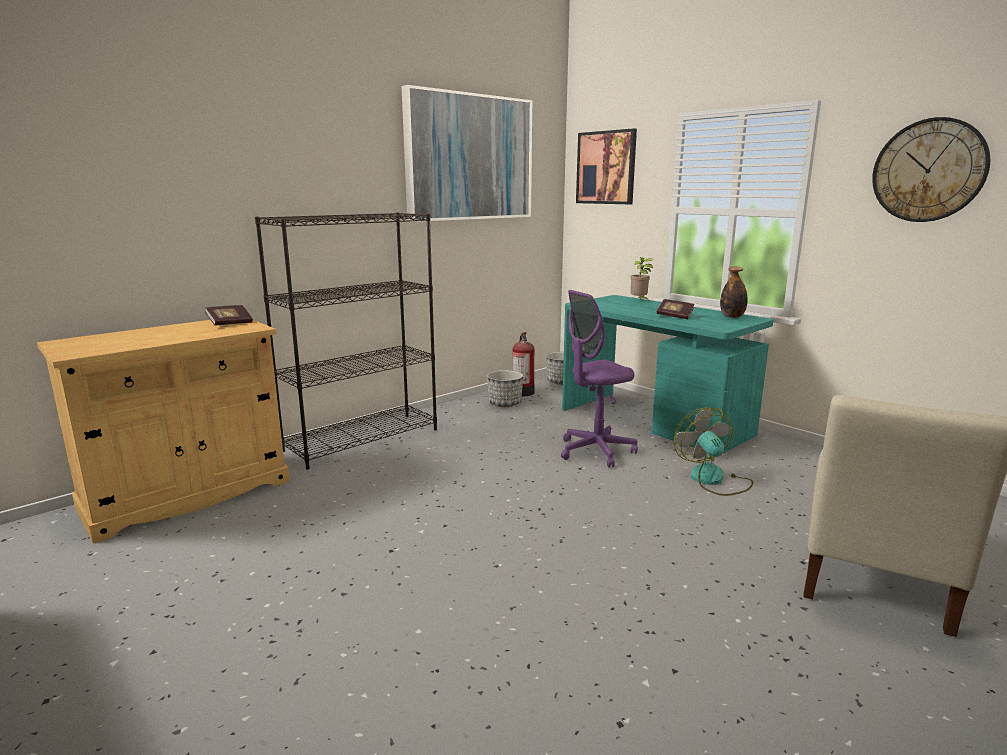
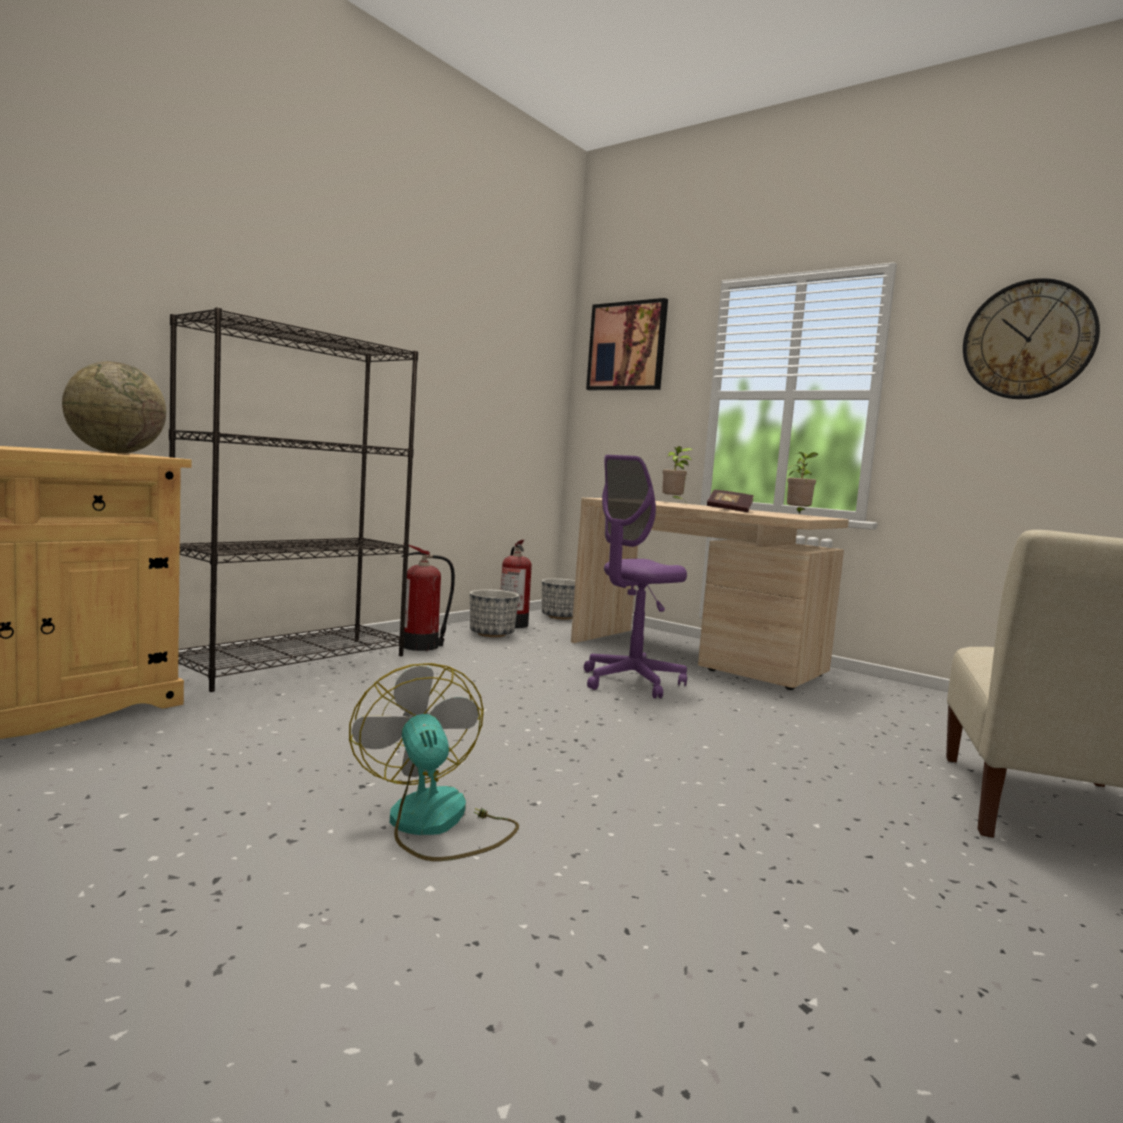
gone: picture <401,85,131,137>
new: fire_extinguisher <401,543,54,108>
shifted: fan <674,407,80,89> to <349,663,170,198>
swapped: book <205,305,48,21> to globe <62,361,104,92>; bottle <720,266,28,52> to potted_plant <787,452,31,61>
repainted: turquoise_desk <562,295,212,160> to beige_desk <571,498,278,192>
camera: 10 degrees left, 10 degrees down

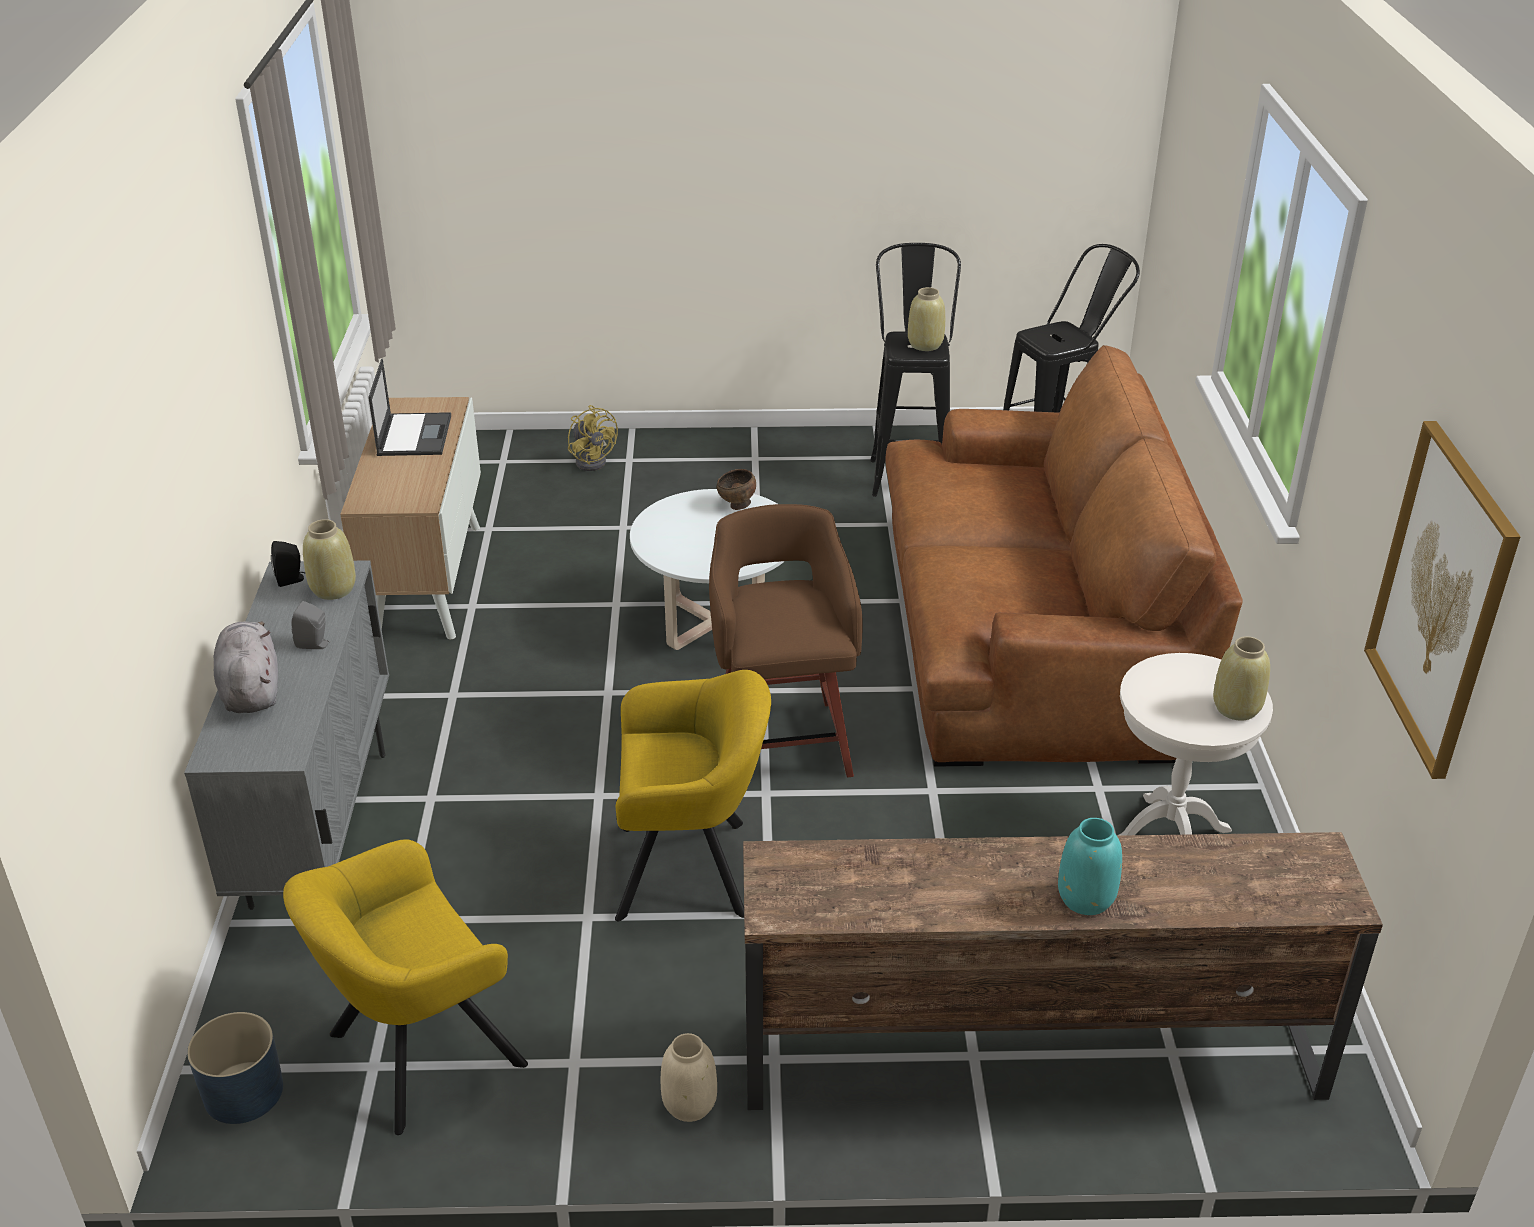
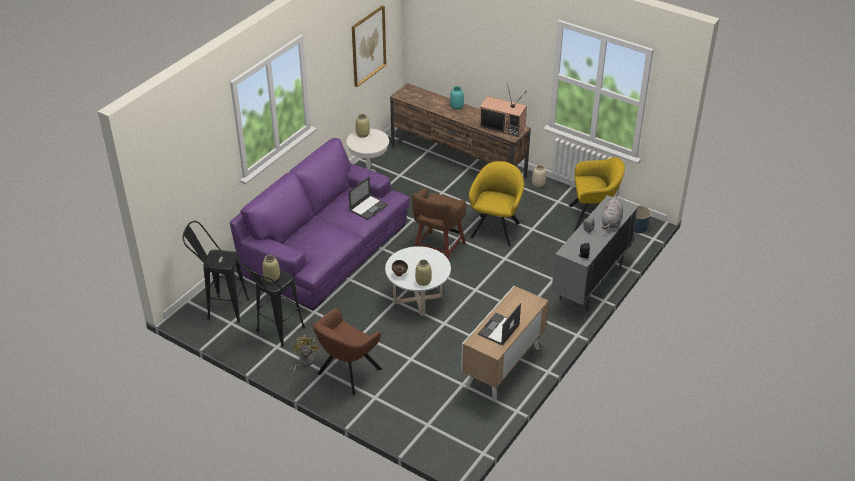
new: brown_armchair <313,309,69,86>; laptop <349,176,39,44>; television <479,84,48,53>
shifted: beige_vase <303,519,53,81> to <415,259,17,27>; yellow_fan <568,405,50,66> to <290,335,29,43>
repainted: brown_sofa <886,345,357,422> to purple_sofa <230,138,180,173>
rotated: yellow_armchair <615,670,156,251> = <469,161,55,86> 75 degrees clockwise
camera: 145 degrees left, 5 degrees up

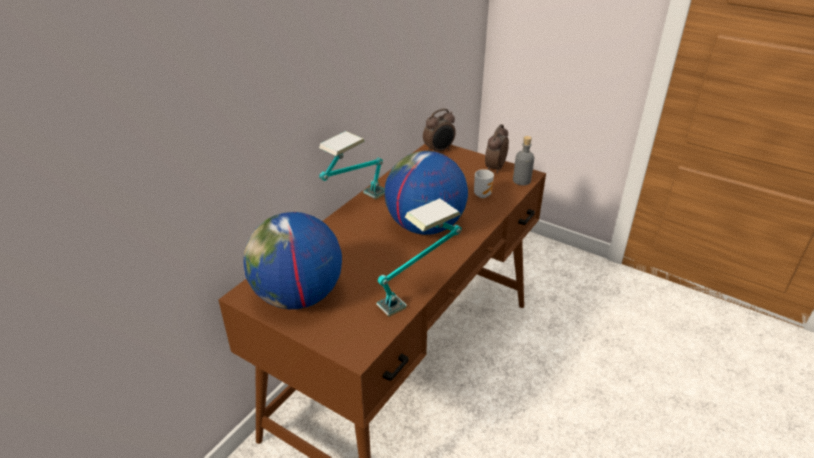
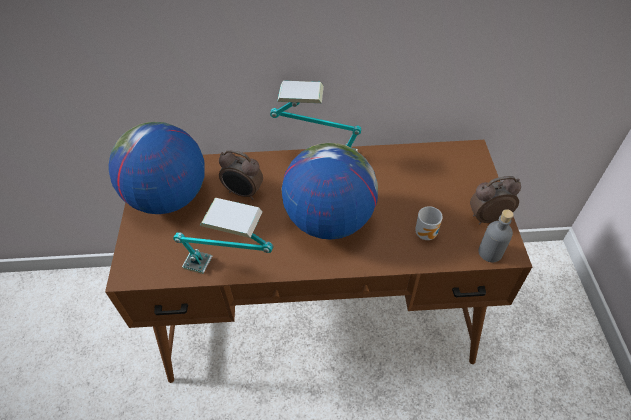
shifted: alarm_clock <423,109,33,43> to <219,150,44,50>
camera: 55 degrees right, 15 degrees up

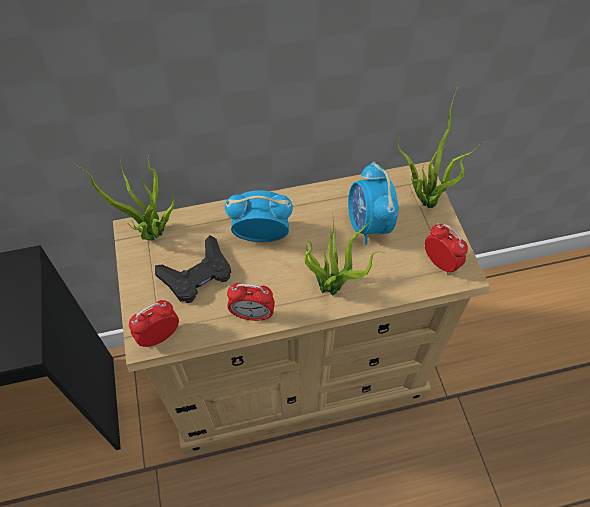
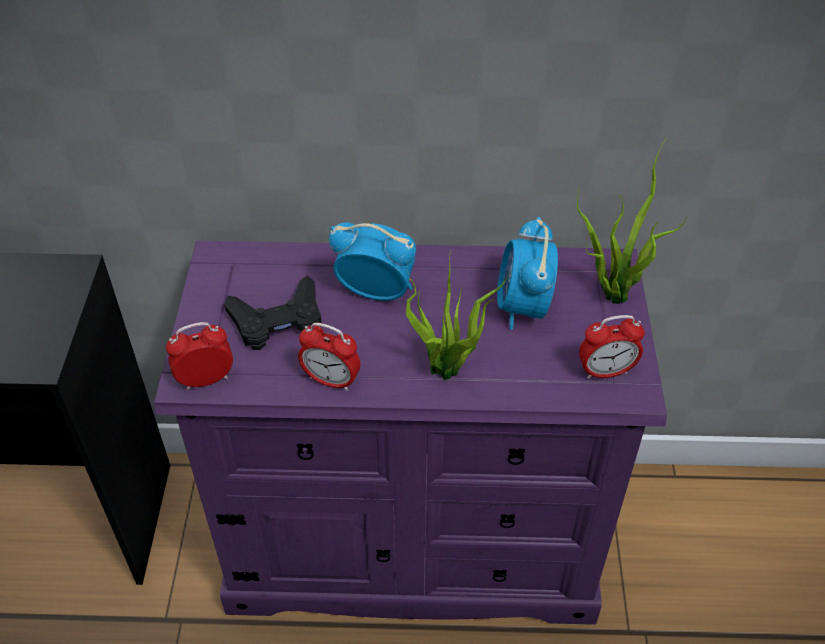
gone: potted_plant <71,156,103,84>
repainted: beige_dresser <113,161,377,294> to purple_dresser <154,240,513,385>
rotated: alarm_clock <425,223,43,52> = <579,315,66,64> 105 degrees clockwise
camera: 15 degrees right, 10 degrees down

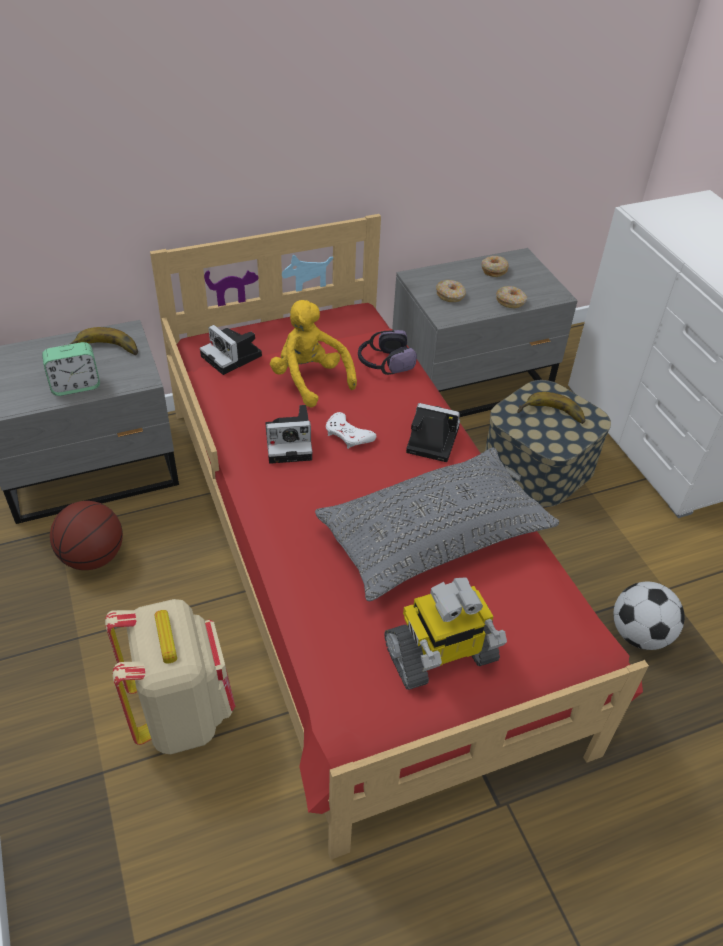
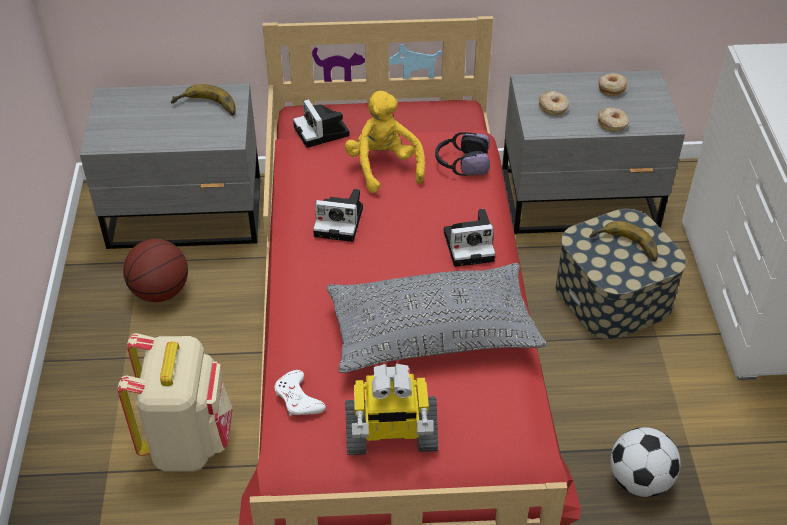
gone: alarm_clock <42,342,58,54>
shifted: white_game_controller <326,412,50,37> to <275,370,51,46>
rotated: photo_camera <406,403,54,59> = <444,209,51,58> 135 degrees clockwise
camera: 20 degrees right, 0 degrees up

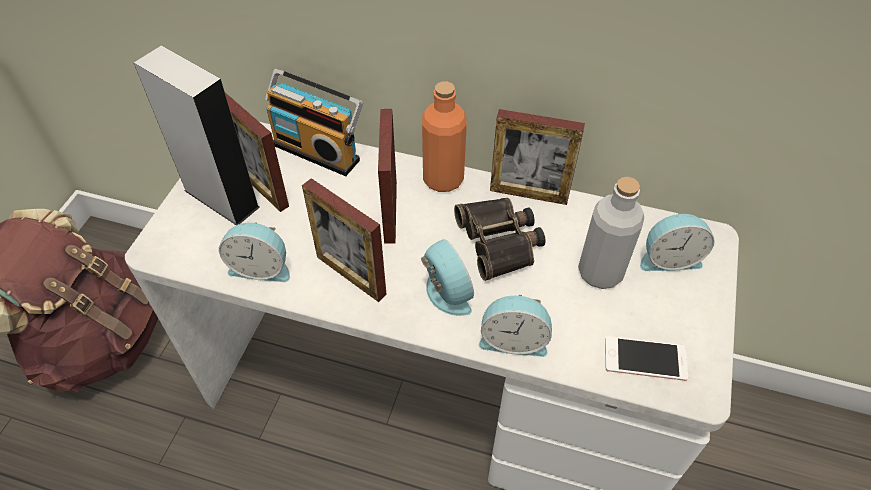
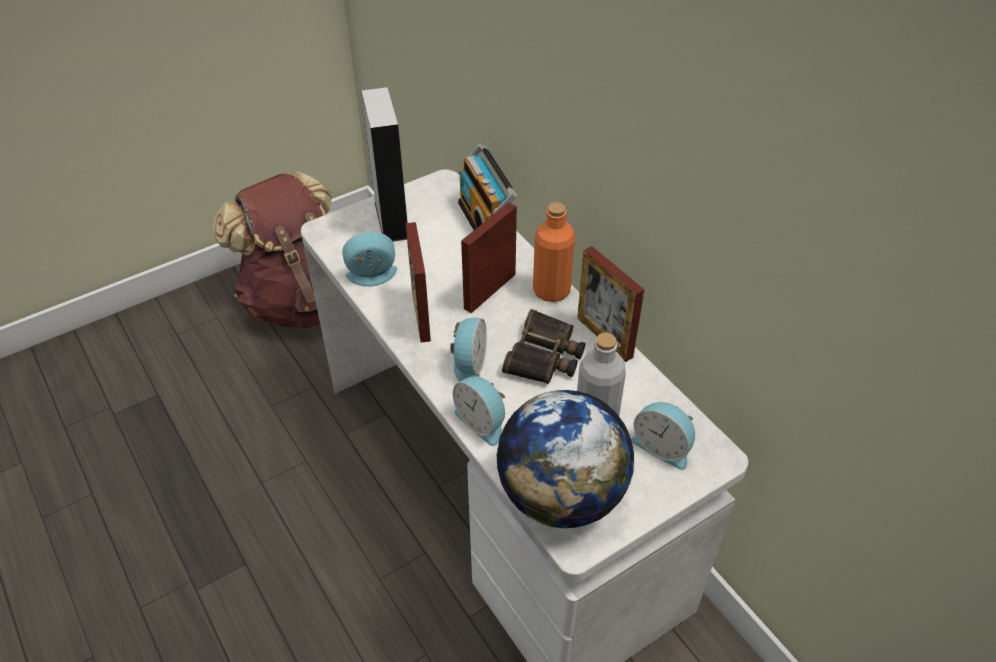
gone: picture_frame <225,93,64,119>
swapped: phone <605,336,83,45> to globe <496,390,139,138>
rotated: alarm_clock <219,222,71,60> = <342,232,55,55> 120 degrees clockwise
camera: 40 degrees right, 5 degrees down

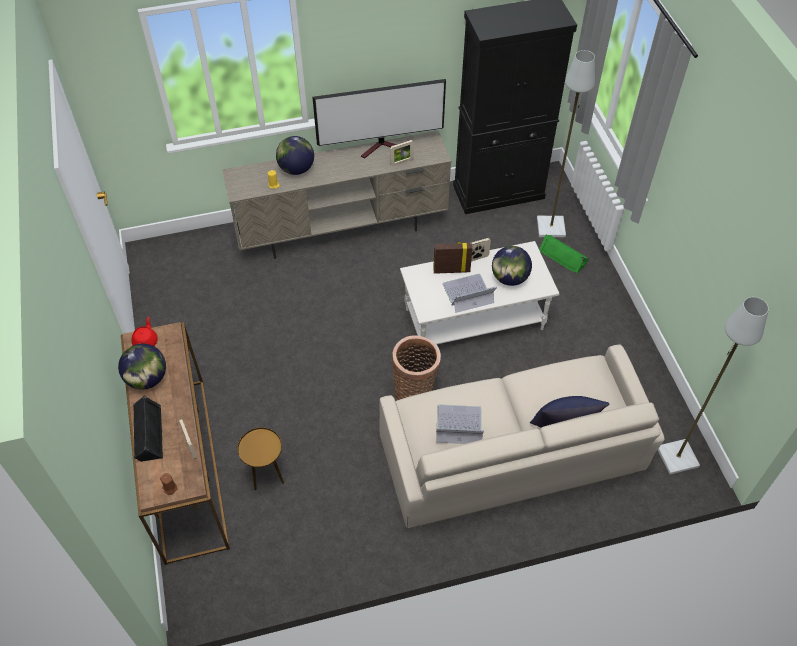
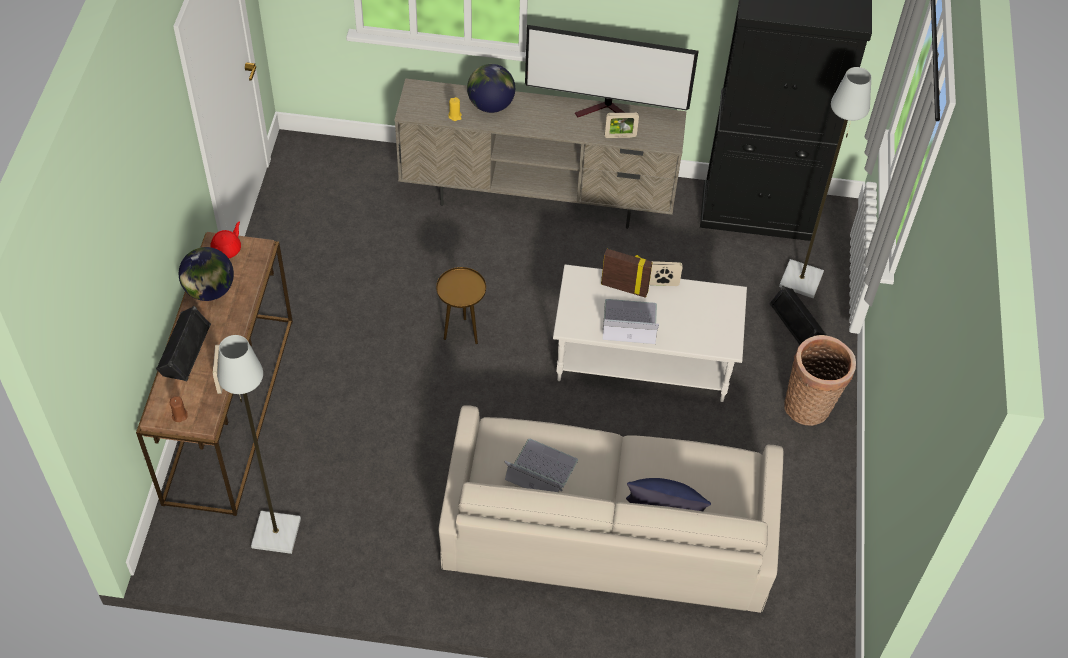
gone: globe <492,246,40,40>
shifted: brown_side_table <237,428,47,62> to <436,267,50,77>; basket <391,335,50,65> to <784,335,72,91>; grey_floor_lamp <658,297,111,177> to <217,335,84,219>
repainted: green_speaker <539,235,50,39> to black_speaker <769,286,57,59>
camera: 20 degrees right, 0 degrees up

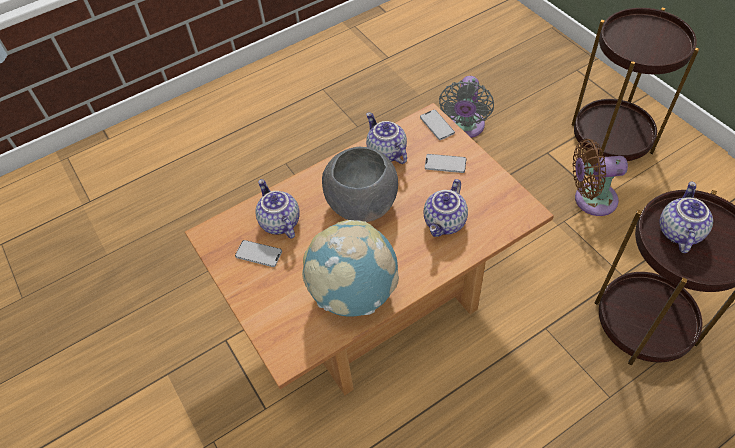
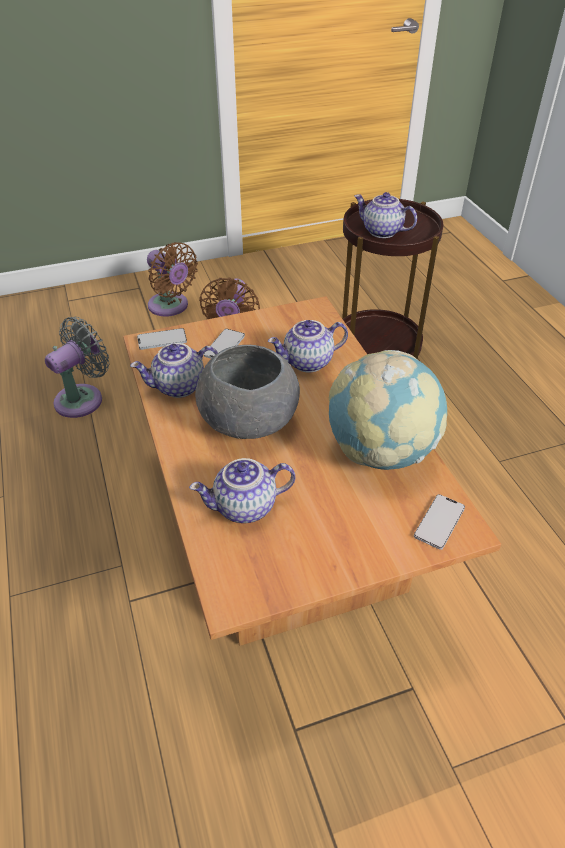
shifted: phone <235,240,47,27> to <414,494,51,56>
swapped: brown_side_table <572,7,127,154> to brown_fan <147,242,51,74>
rotated: teapot <423,179,45,58> = <268,320,80,53> 120 degrees clockwise; grey_fan <439,76,55,62> = <45,317,64,101> 75 degrees counterclockwise
camera: 80 degrees left, 10 degrees down

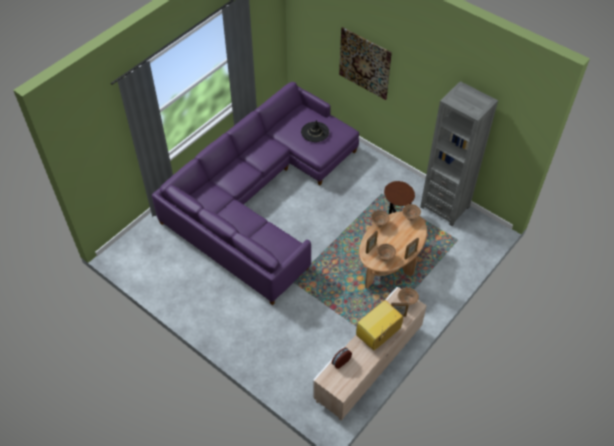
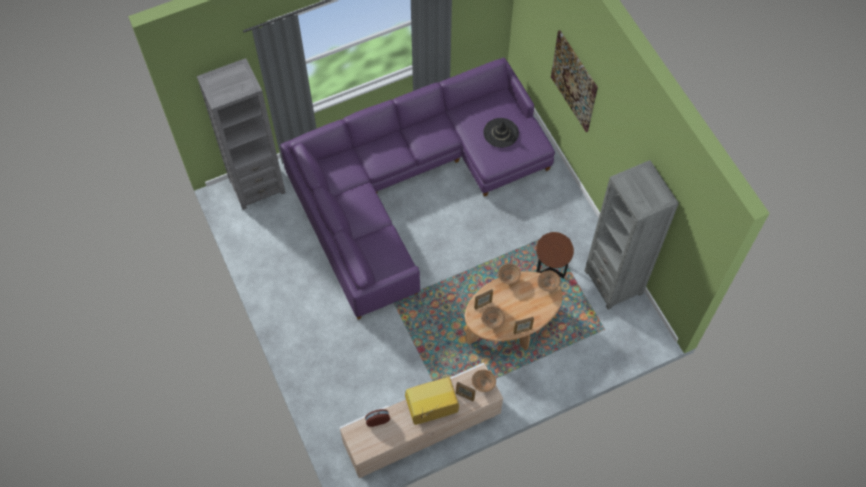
new: grey_bookcase <197,58,89,152>
camera: 25 degrees right, 10 degrees up

